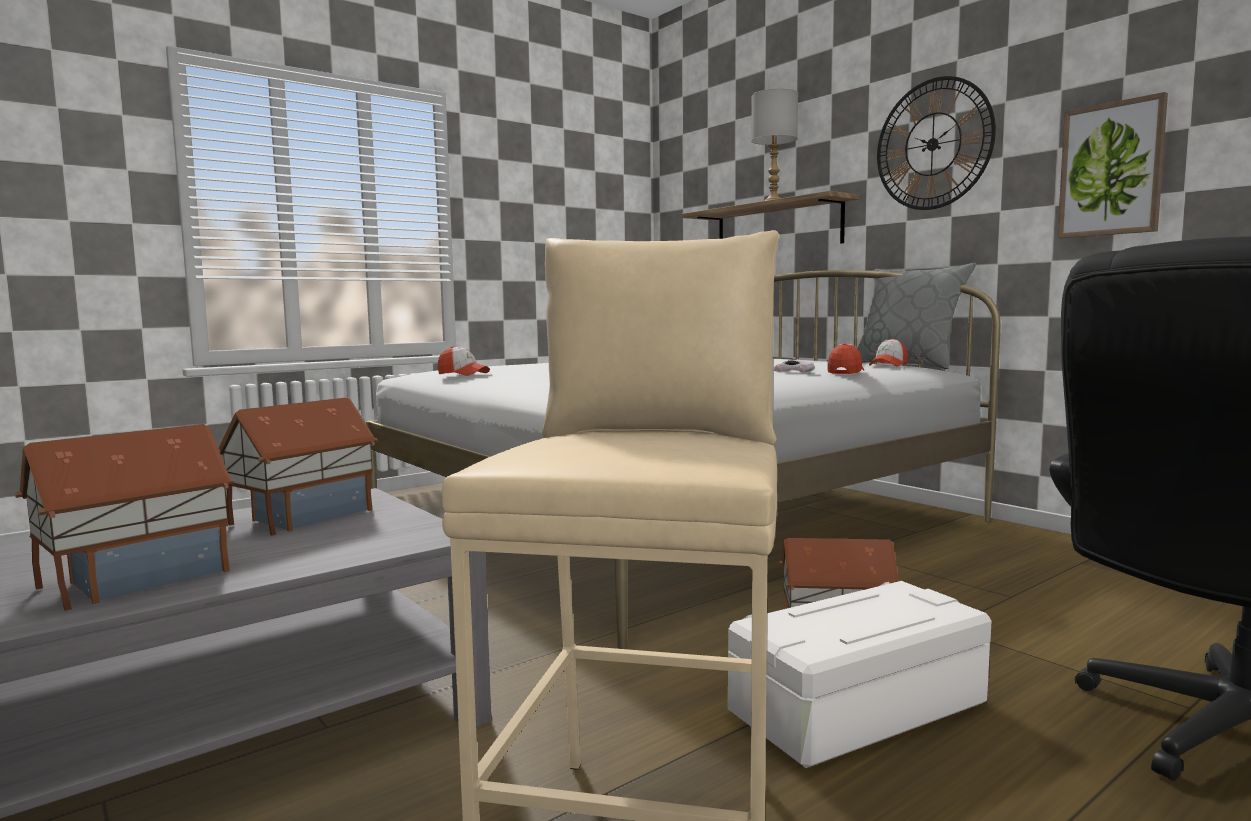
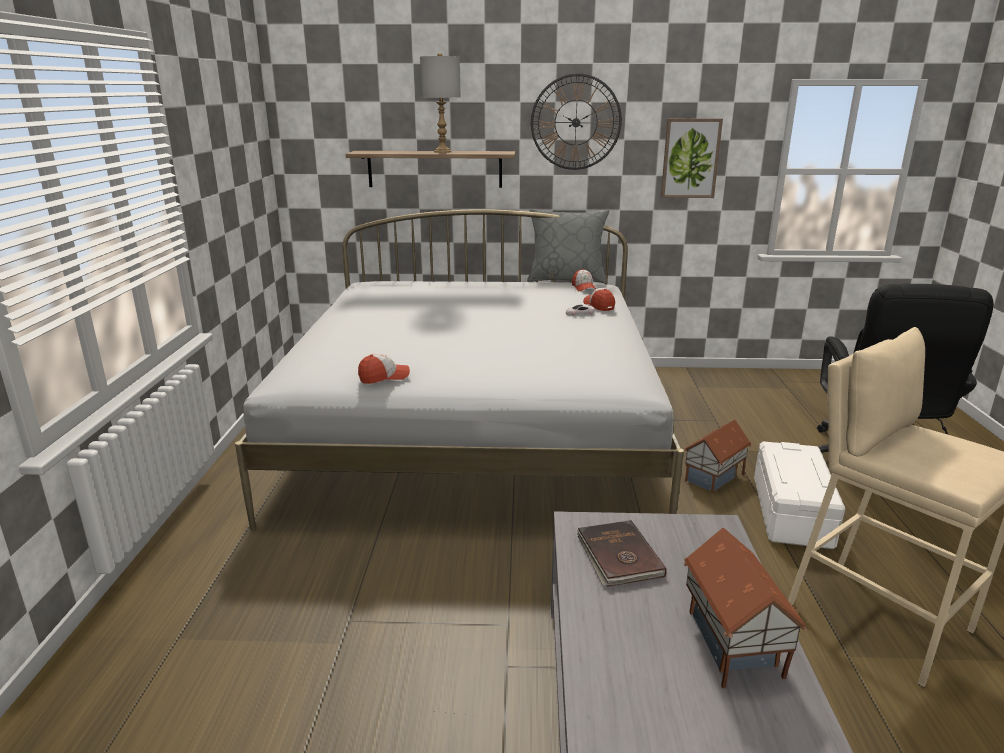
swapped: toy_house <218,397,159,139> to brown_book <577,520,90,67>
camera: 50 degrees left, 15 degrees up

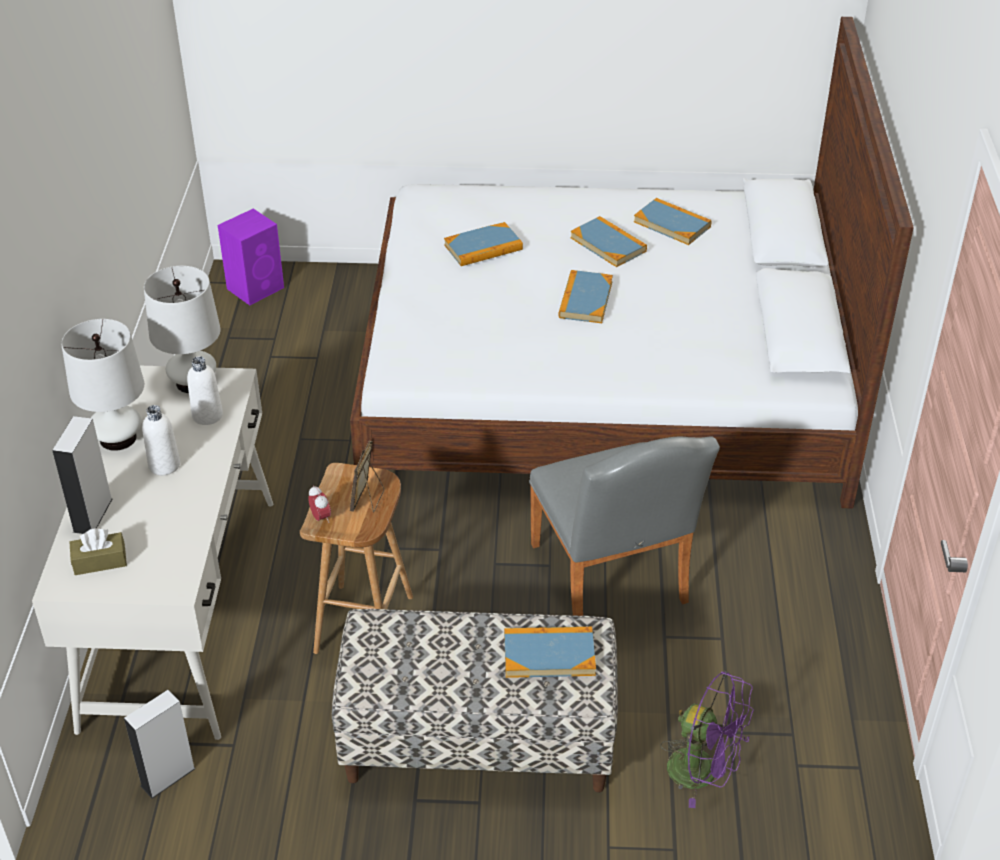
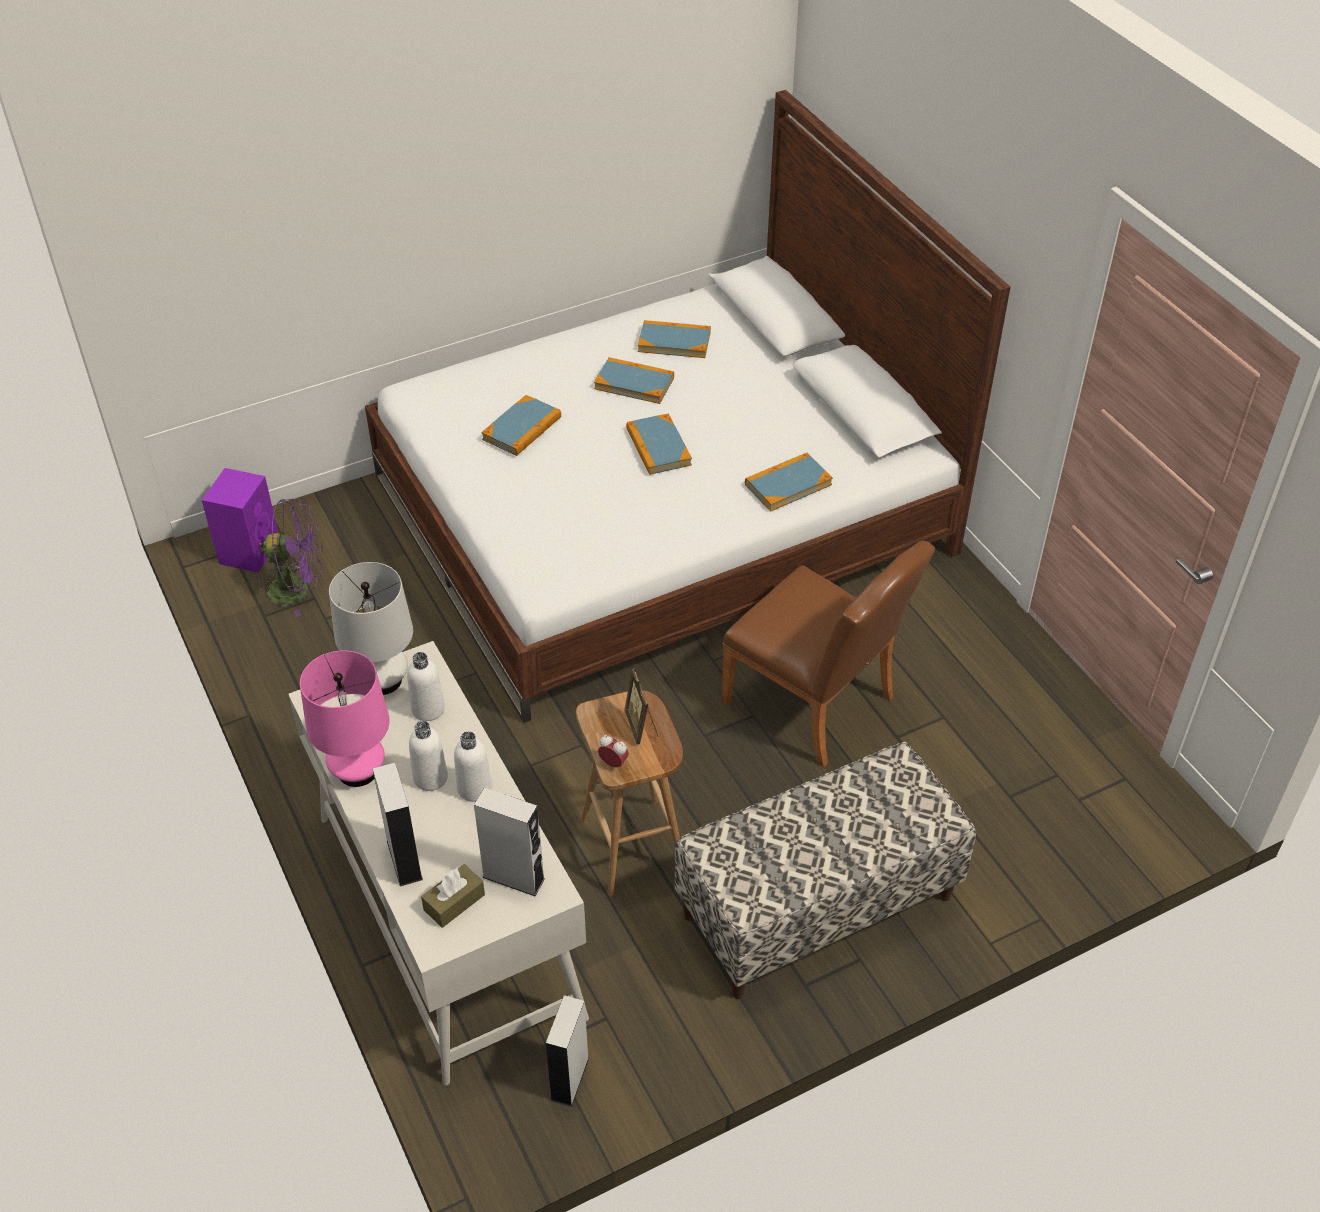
new: white_bottle <454,732,38,70>; grey_speaker <474,788,71,108>
shifted: book <504,627,92,51> to <745,453,88,59>; purple_fan <660,671,94,137> to <257,498,66,119>
repainted: white_table_lamp <61,319,83,132> to pink_table_lamp <300,650,90,137>; grey_chair <529,436,191,180> to brown_chair <722,540,213,227>
camera: 30 degrees left, 5 degrees up

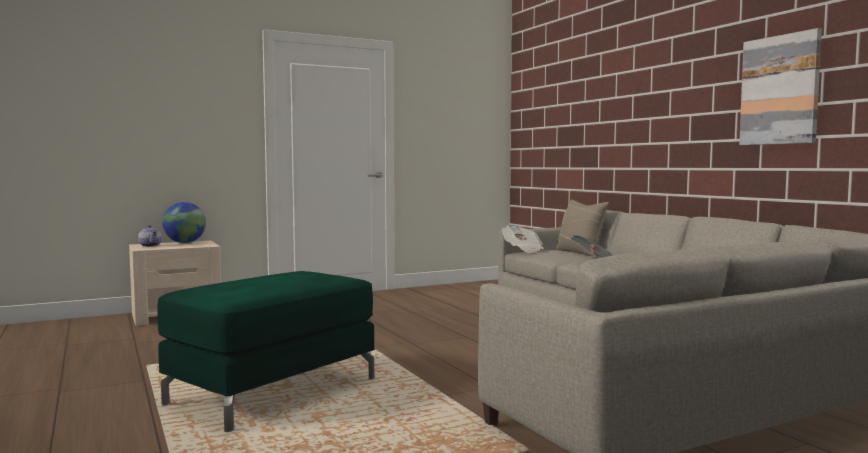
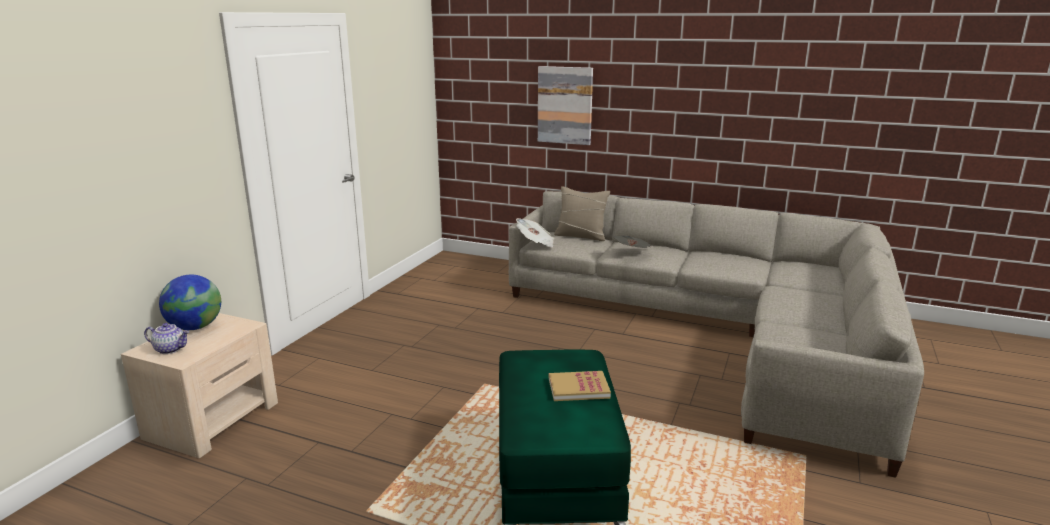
new: book <549,371,62,30>
shifted: picture <739,28,83,117> to <538,66,55,79>
camera: 40 degrees left, 15 degrees up

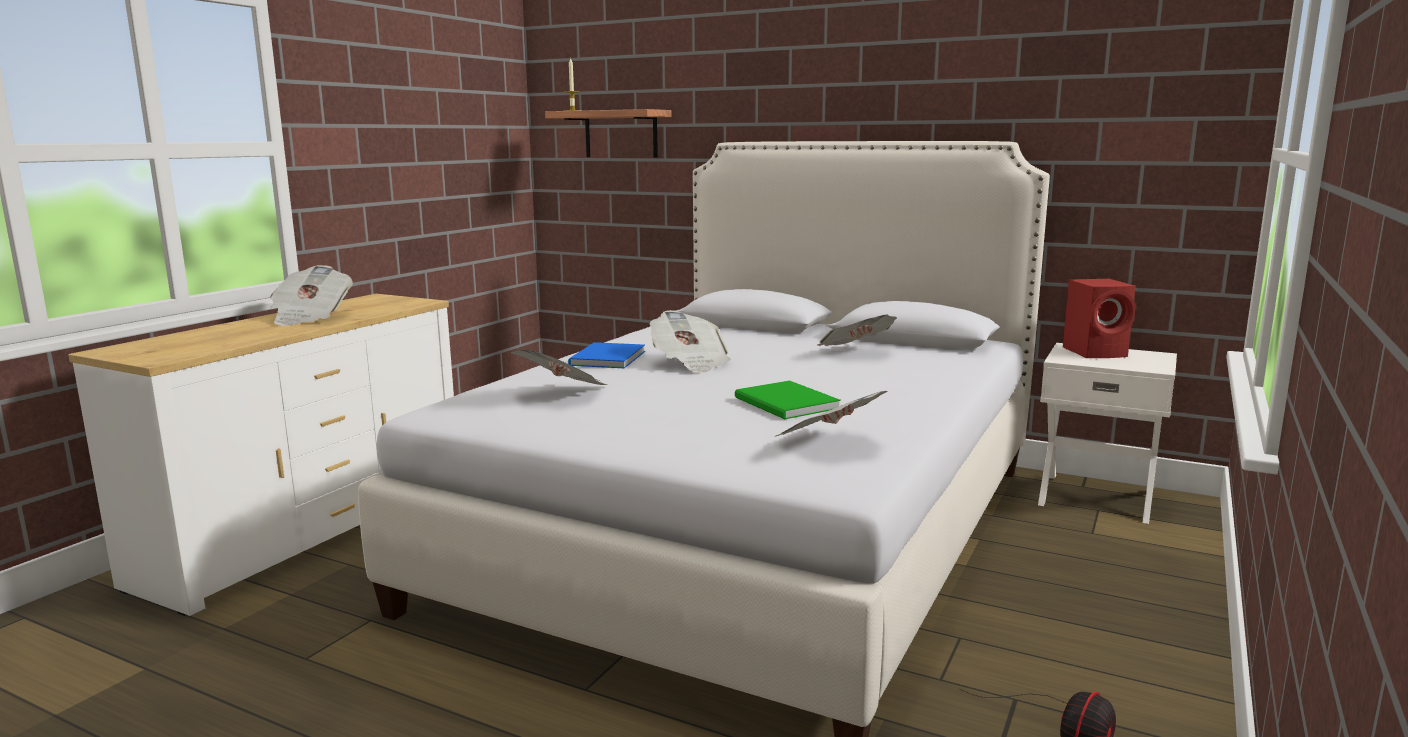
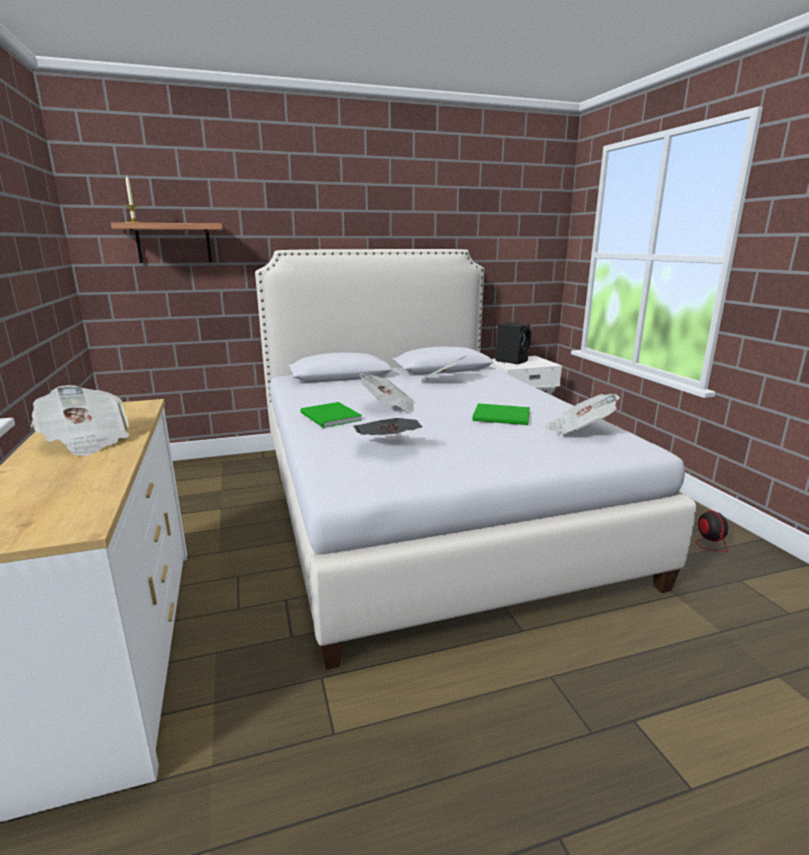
repainted: blue_book <568,342,77,26> to green_book <300,402,62,26>; red_speaker <1063,279,73,79> to black_speaker <495,322,37,42>
camera: 45 degrees left, 5 degrees up

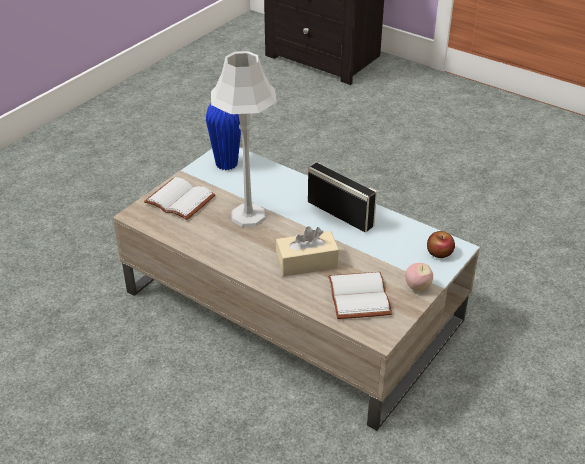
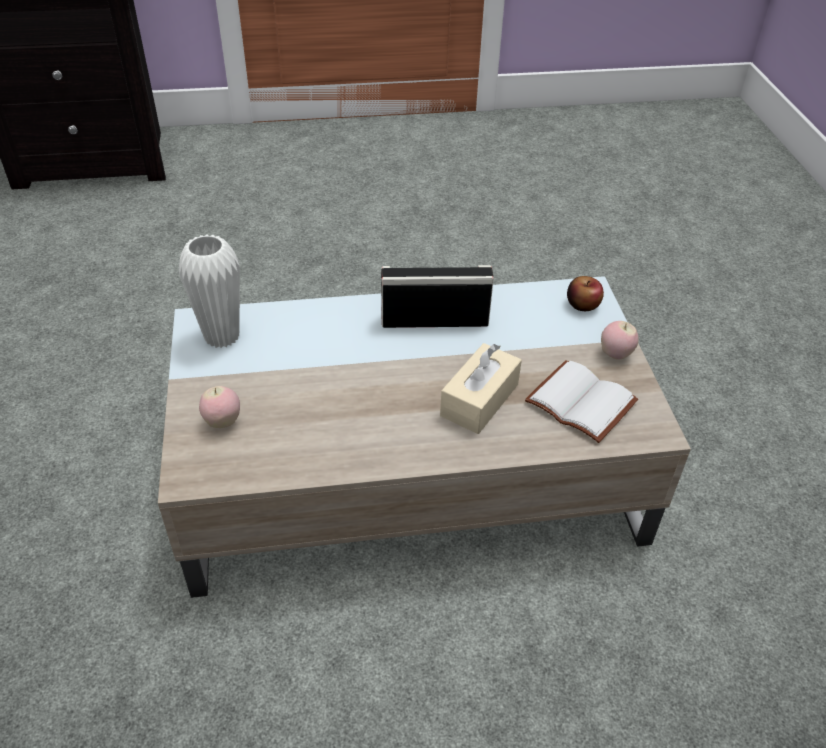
gone: grey_table_lamp <211,51,66,176>
swapped: white_book <144,177,72,43> to apple <199,386,41,42>
repainted: blue_vase <206,103,35,67> to white_vase <179,234,61,114>
camera: 45 degrees left, 5 degrees up

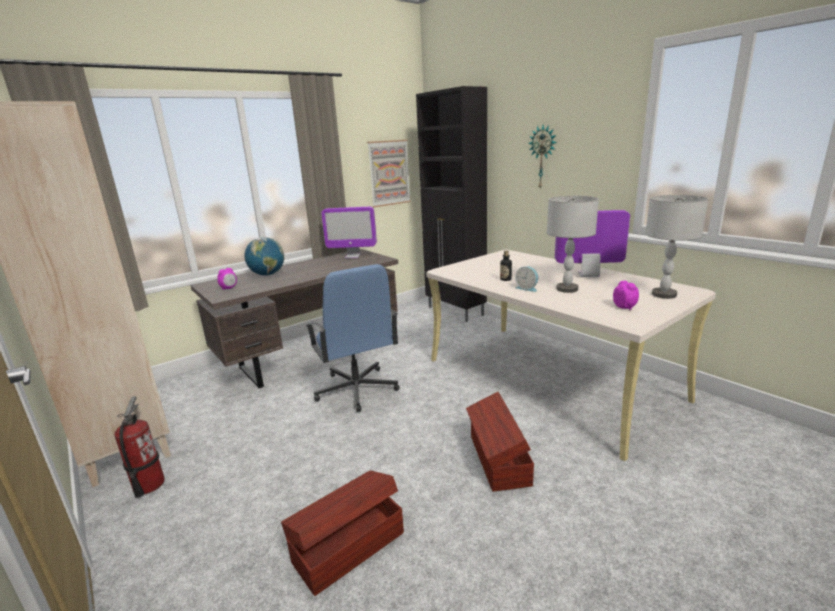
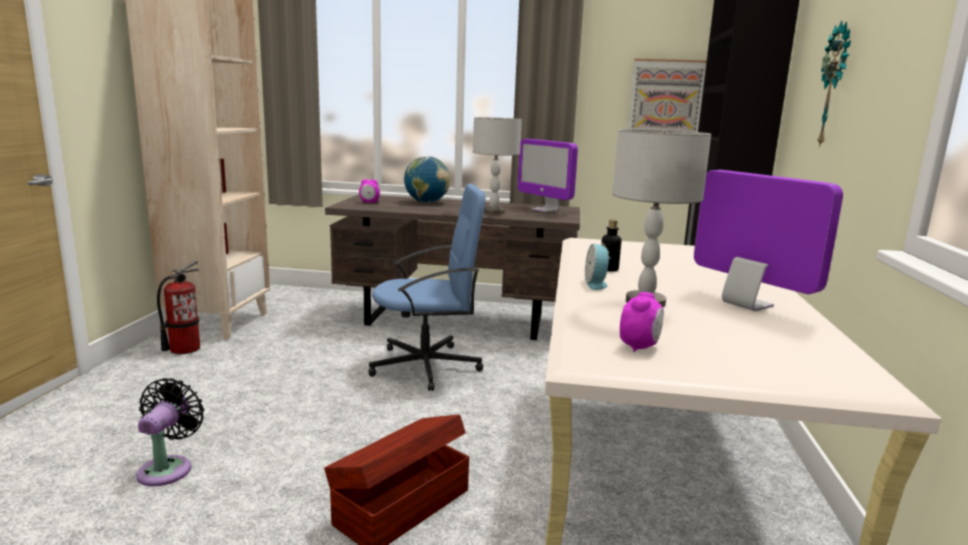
shifted: grey_table_lamp <645,195,63,104> to <473,117,49,97>
swapped: brown_storage_box <281,471,123,125> to black_fan <136,378,68,108>
rotated: blue_office_chair <306,264,94,148> = <368,184,118,207> 120 degrees counterclockwise
camera: 45 degrees right, 5 degrees down

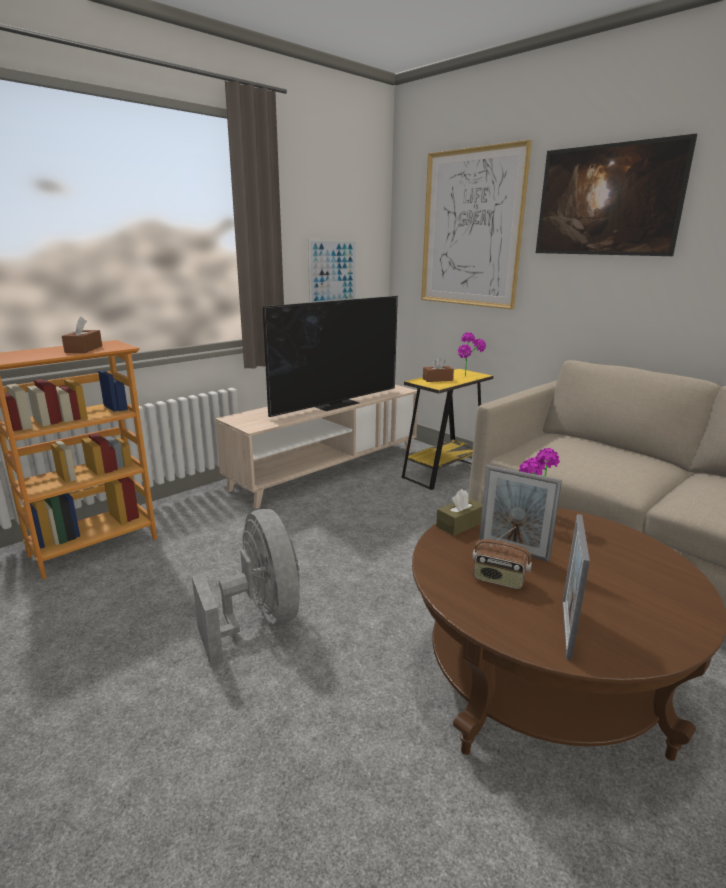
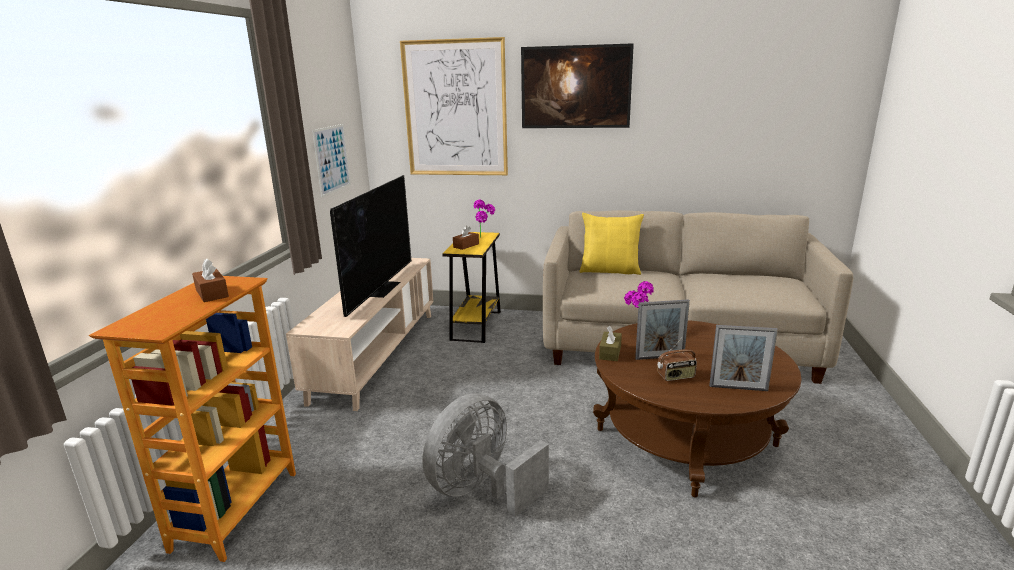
new: yellow_pillow <579,213,65,62>
rotated: grey_fan <192,509,108,157> = <422,394,127,123> 75 degrees counterclockwise; picture_frame <562,514,28,146> = <709,325,69,66> 60 degrees counterclockwise
camera: 35 degrees left, 0 degrees up

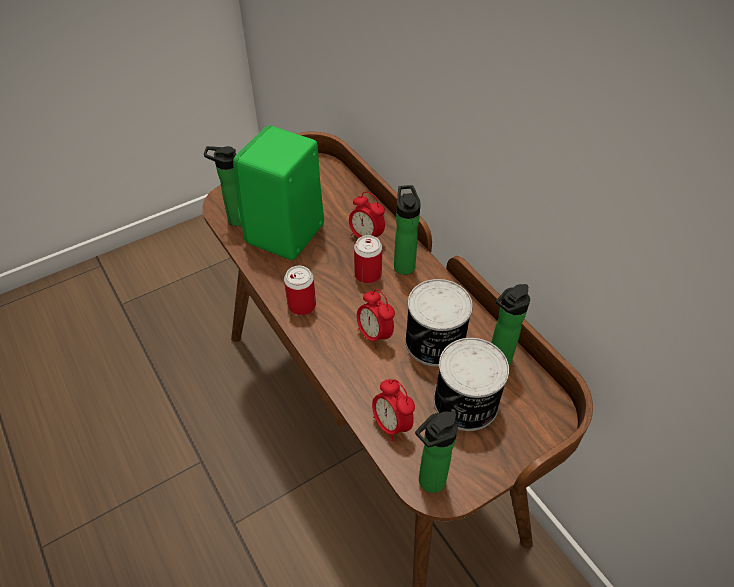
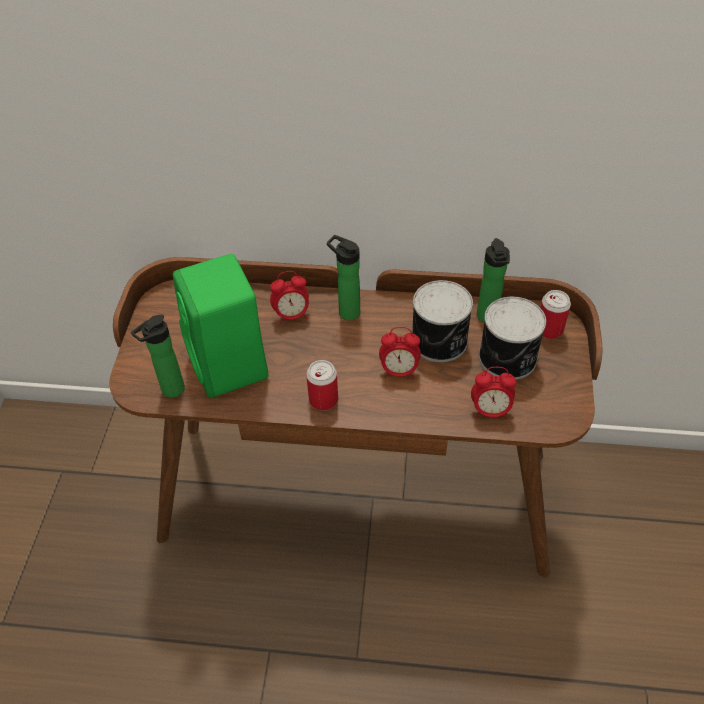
gone: bottle <415,411,43,82>
shifted: can <354,235,28,49> to <540,290,31,49>
camera: 50 degrees left, 0 degrees up

